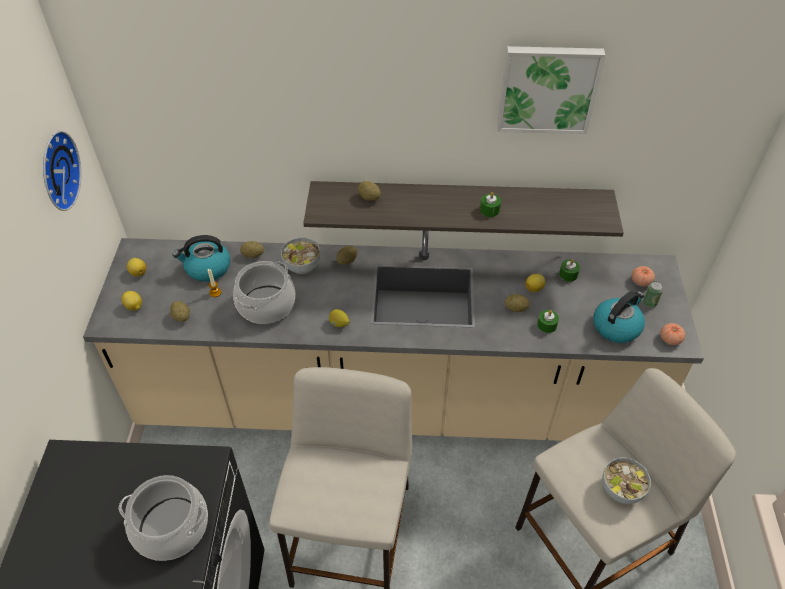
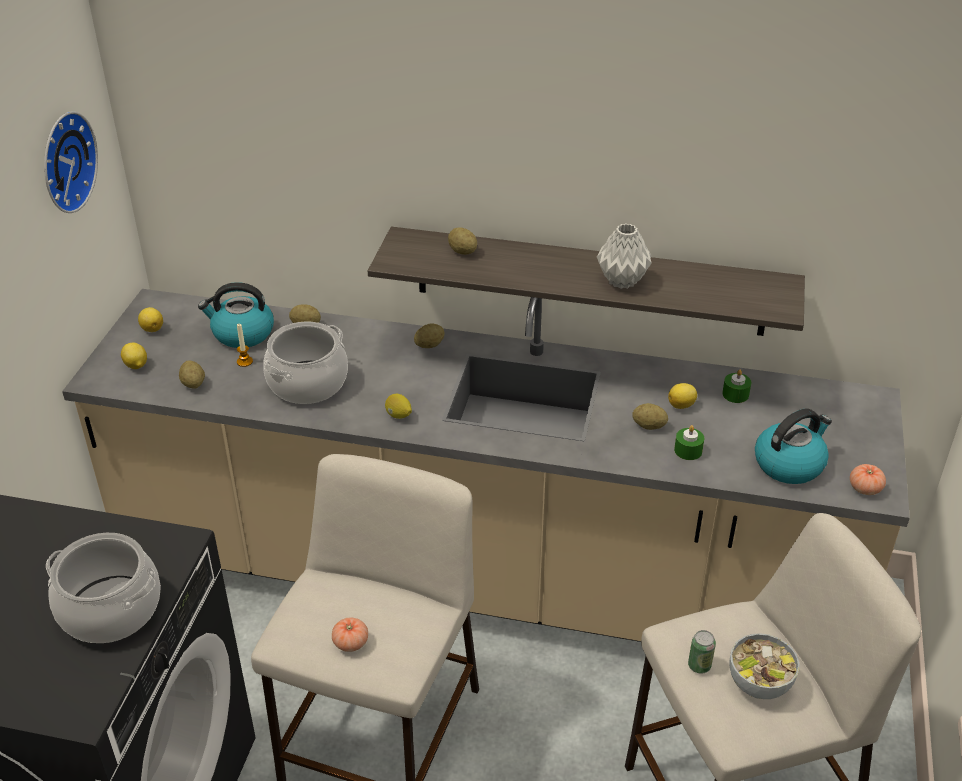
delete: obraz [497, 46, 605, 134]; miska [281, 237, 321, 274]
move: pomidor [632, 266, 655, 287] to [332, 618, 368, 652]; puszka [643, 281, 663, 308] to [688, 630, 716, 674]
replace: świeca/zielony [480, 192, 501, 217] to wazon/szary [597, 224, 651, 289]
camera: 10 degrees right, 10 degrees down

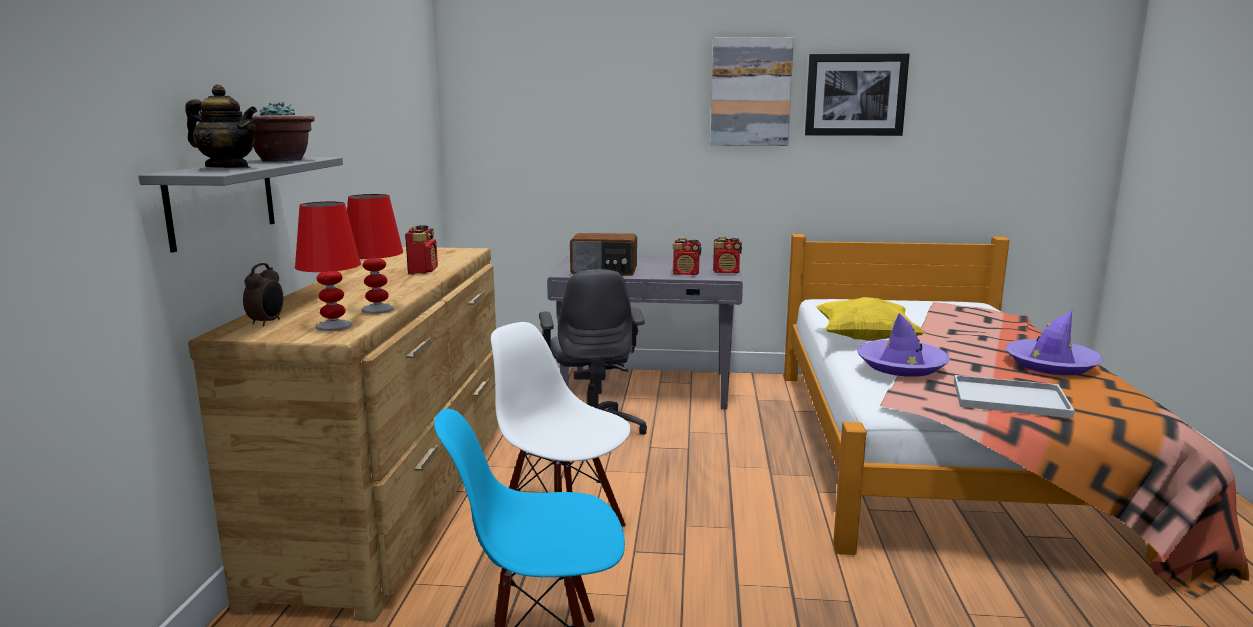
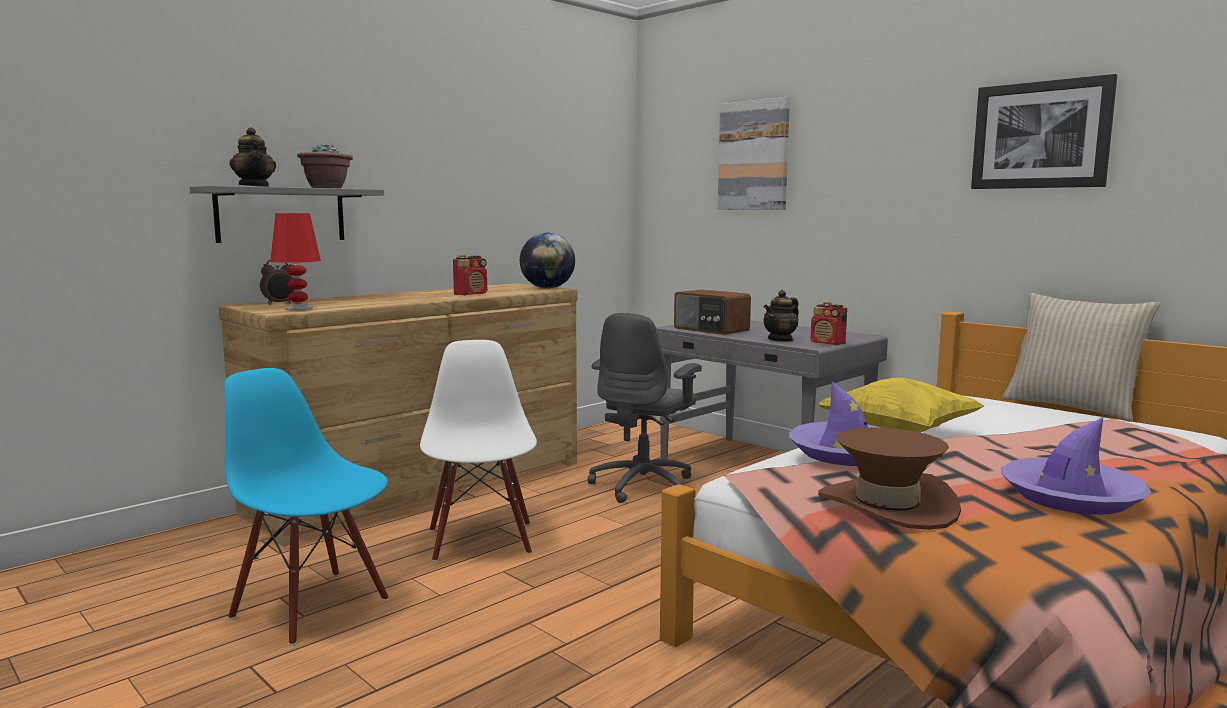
delete: lampa stołowa/czerwony [347, 194, 403, 314]
insert: globus [520, 232, 575, 289]; poduszka/beżowy [1002, 293, 1160, 422]
move: obraz [711, 37, 794, 146] to [718, 97, 790, 210]
replace: radio [673, 238, 701, 275] to imbryk [763, 290, 799, 342]; taca/biały [954, 375, 1075, 418] to kapelusz/brązowy [818, 427, 961, 530]
camera: 40 degrees right, 5 degrees down

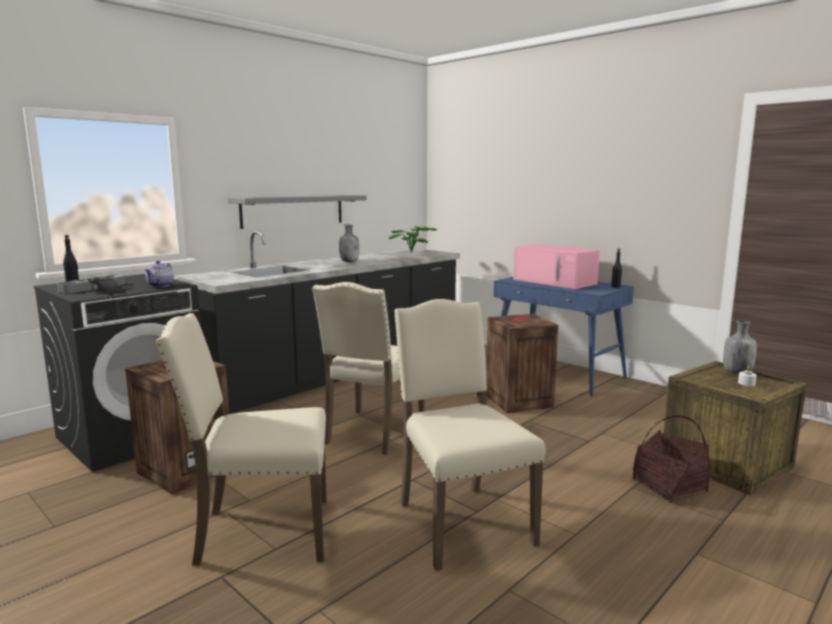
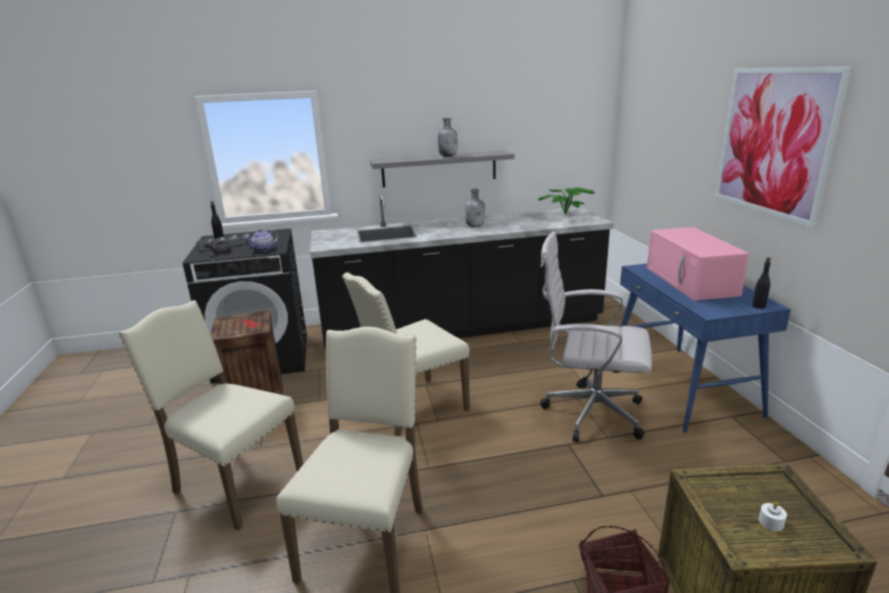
insert: obraz [715, 66, 852, 228]
move: butelka/szary [723, 320, 757, 374] to [438, 118, 458, 156]
replace: skrzynka [486, 314, 558, 413] to krzesło biurowe/biały [540, 231, 652, 442]
camera: 35 degrees right, 10 degrees up

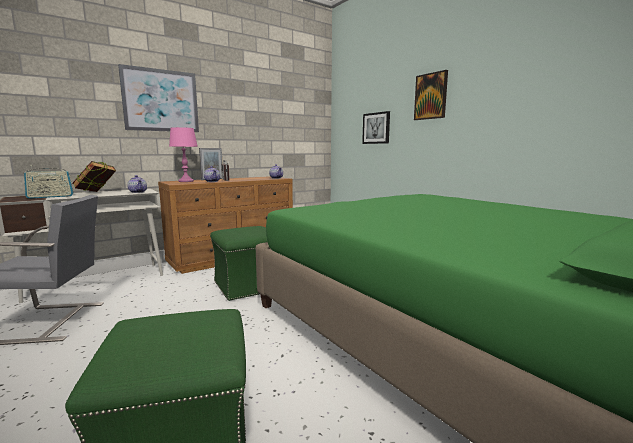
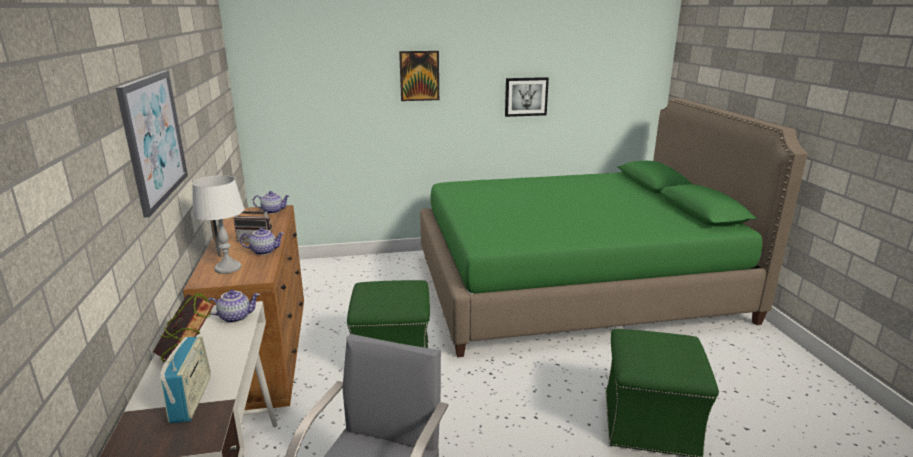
move: obraz [362, 111, 390, 144] to [505, 77, 549, 117]
recolor: lampa stołowa/różowy [169, 127, 198, 182] to lampa stołowa/biały [192, 175, 244, 274]
camera: 65 degrees left, 10 degrees up

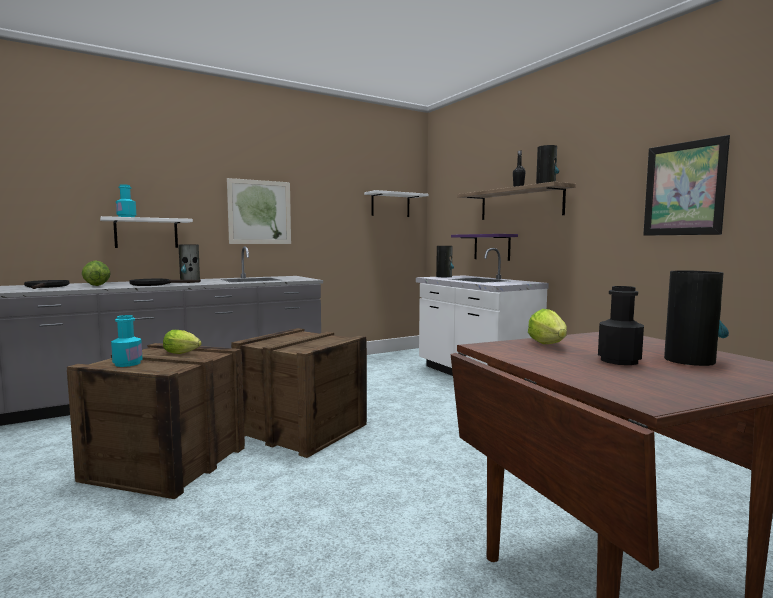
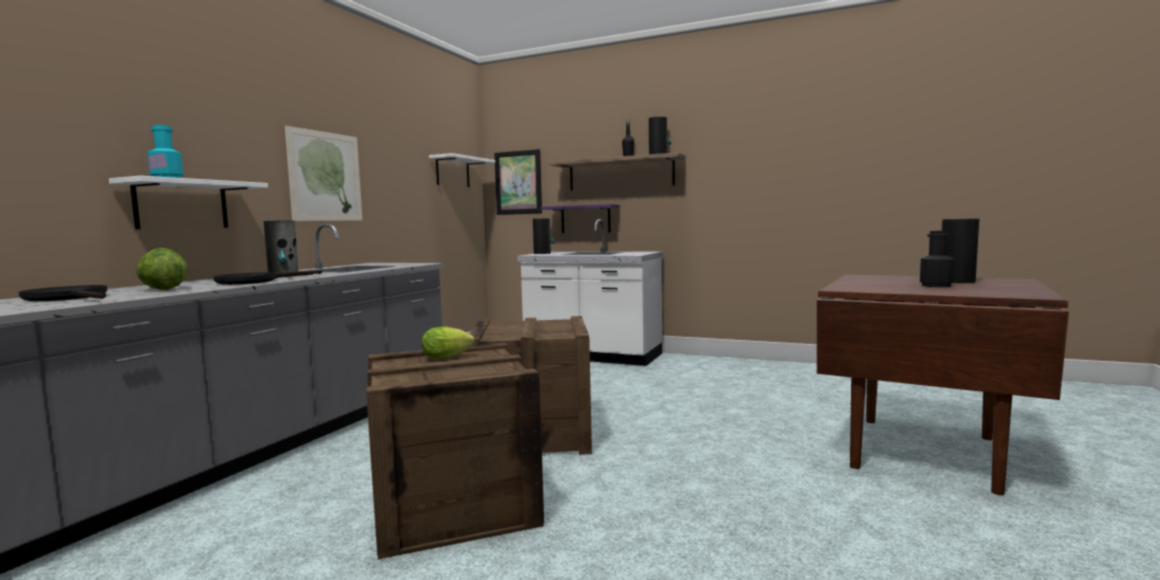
delete: sałata [528, 309, 567, 344]; butelka/turkusowy [111, 315, 143, 367]
move: obraz [643, 135, 730, 236] to [494, 149, 542, 215]
camera: 35 degrees left, 0 degrees up

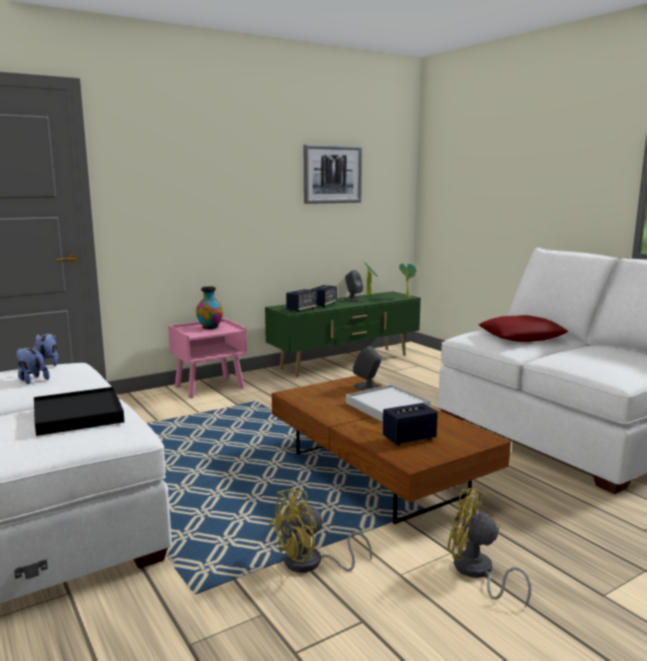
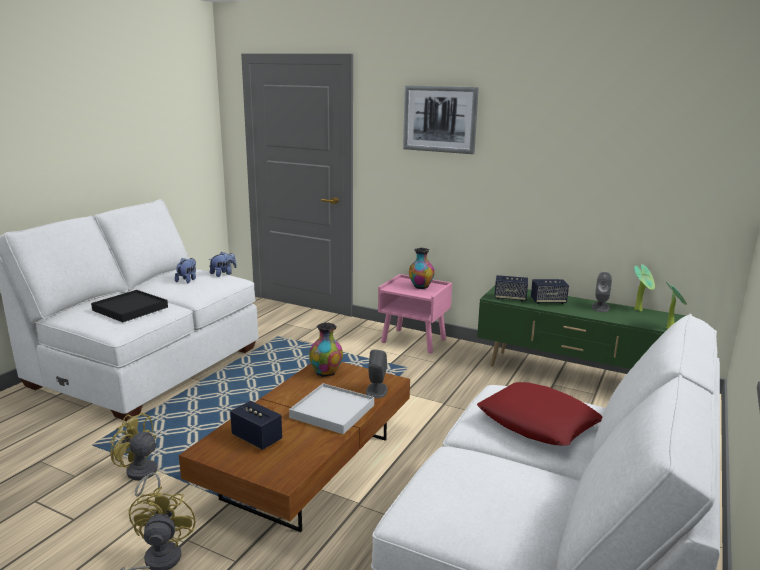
insert: wazon [309, 322, 343, 378]
move: obraz [304, 144, 362, 204] to [403, 85, 479, 154]
camera: 60 degrees right, 5 degrees up

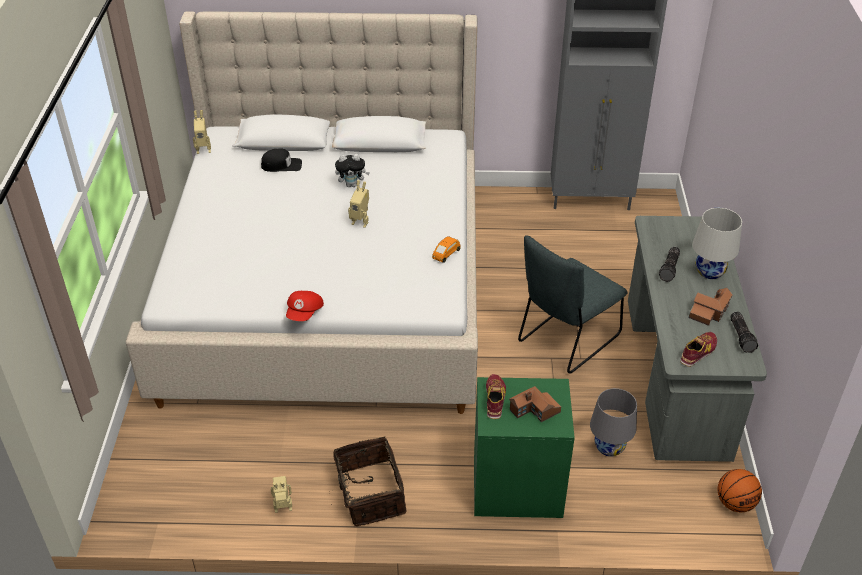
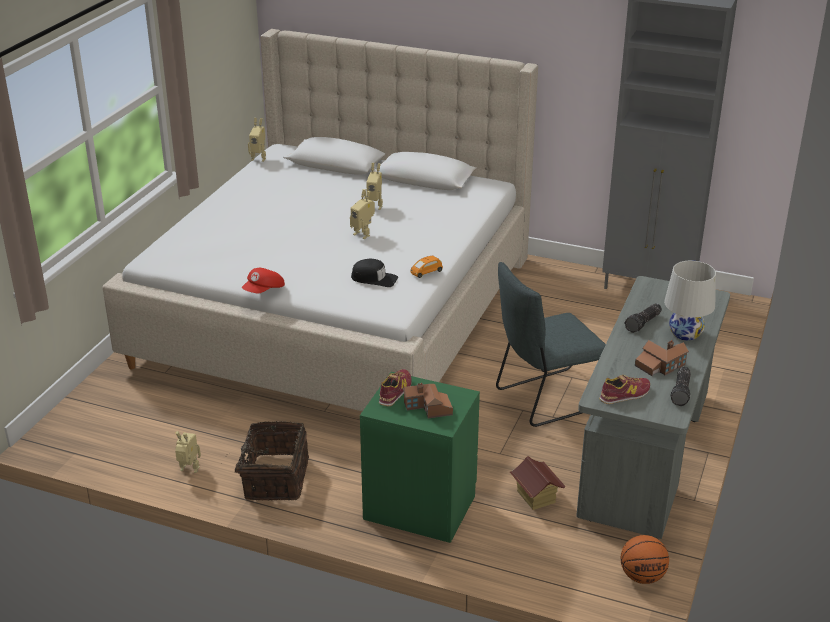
move: czapka z daszkiem/czarny [261, 148, 302, 172] to [351, 259, 398, 287]
replace: pluszak [335, 154, 370, 187] to robot zabawkowy [364, 163, 383, 210]; lampa stołowa/szary [590, 388, 637, 457] to domek [510, 456, 566, 510]
camera: 20 degrees right, 10 degrees down

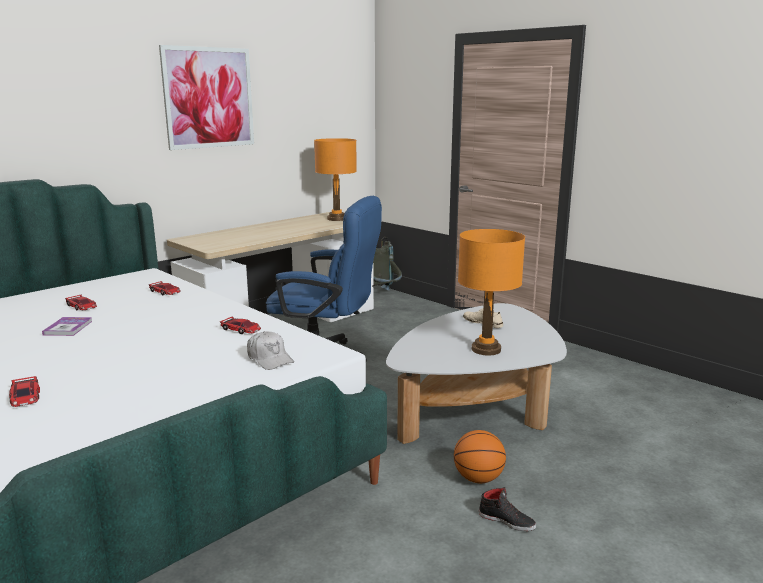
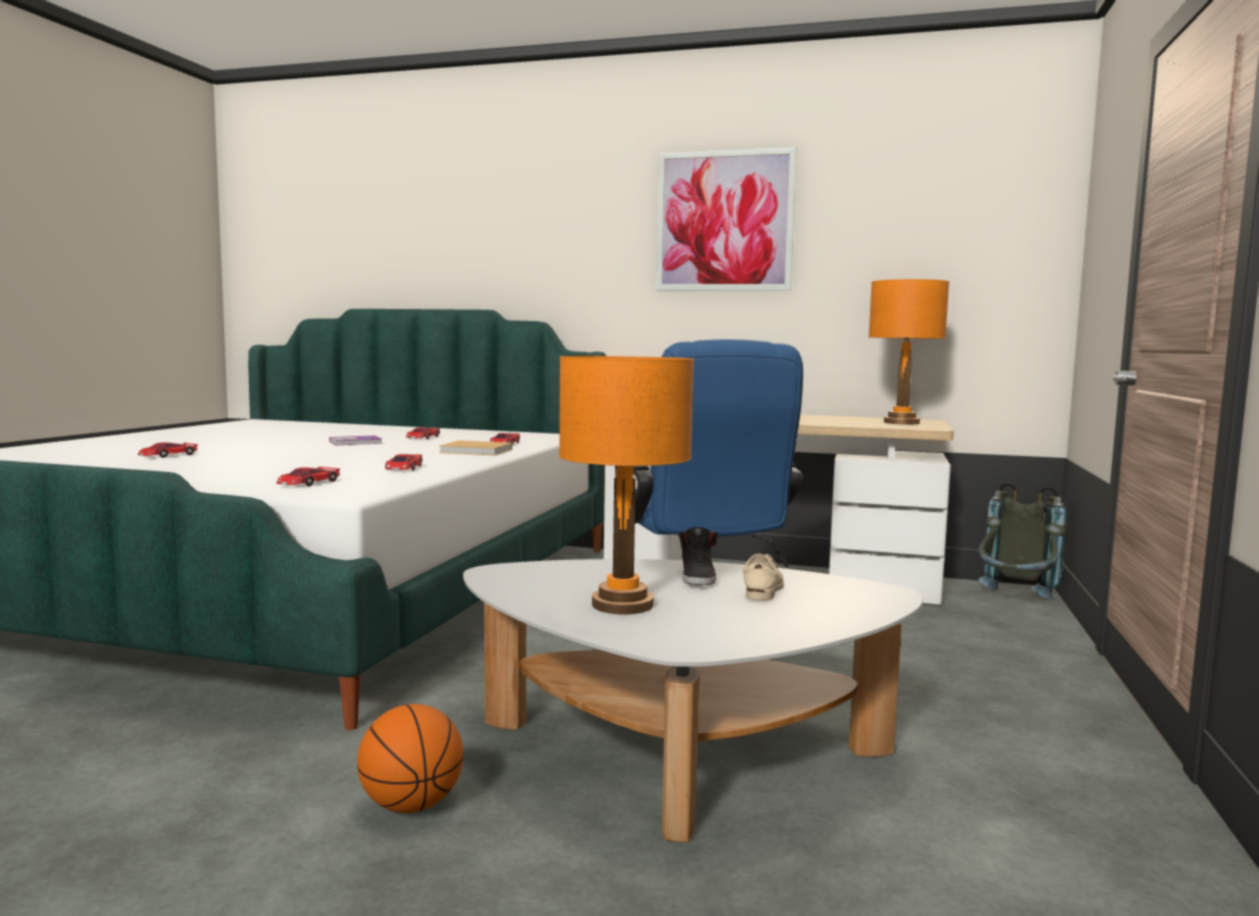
insert: książka/beżowy [439, 440, 512, 456]
move: but/czarny [479, 487, 536, 531] to [678, 527, 717, 585]
replace: czapka z daszkiem/biały [247, 331, 294, 370] to samochodzik [277, 467, 340, 486]
camera: 60 degrees right, 10 degrees down

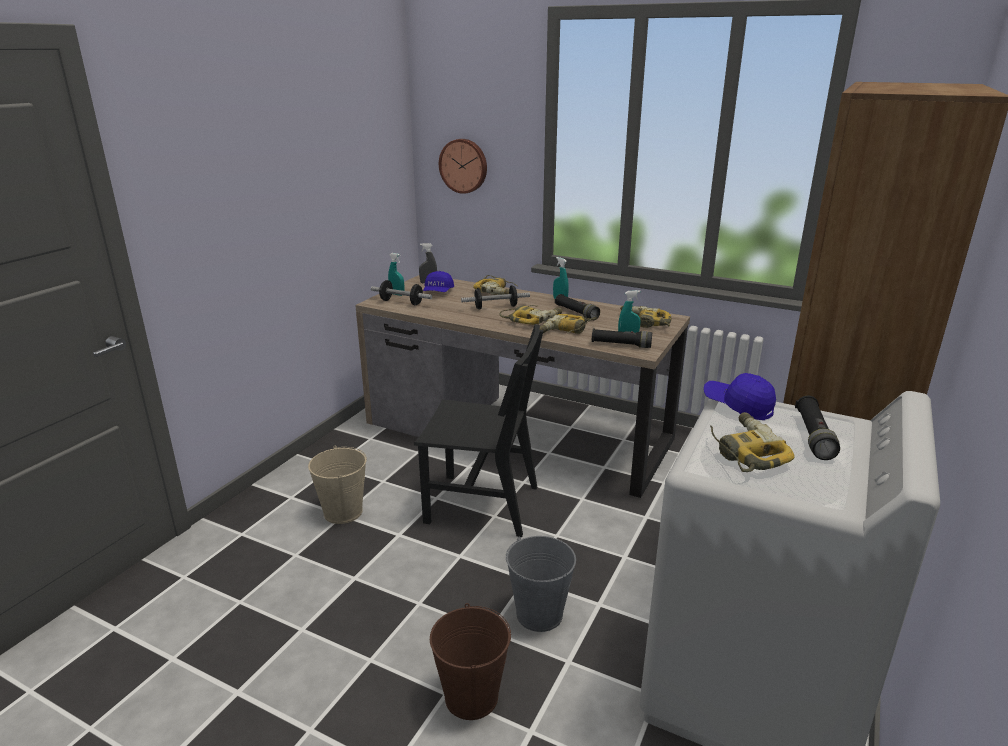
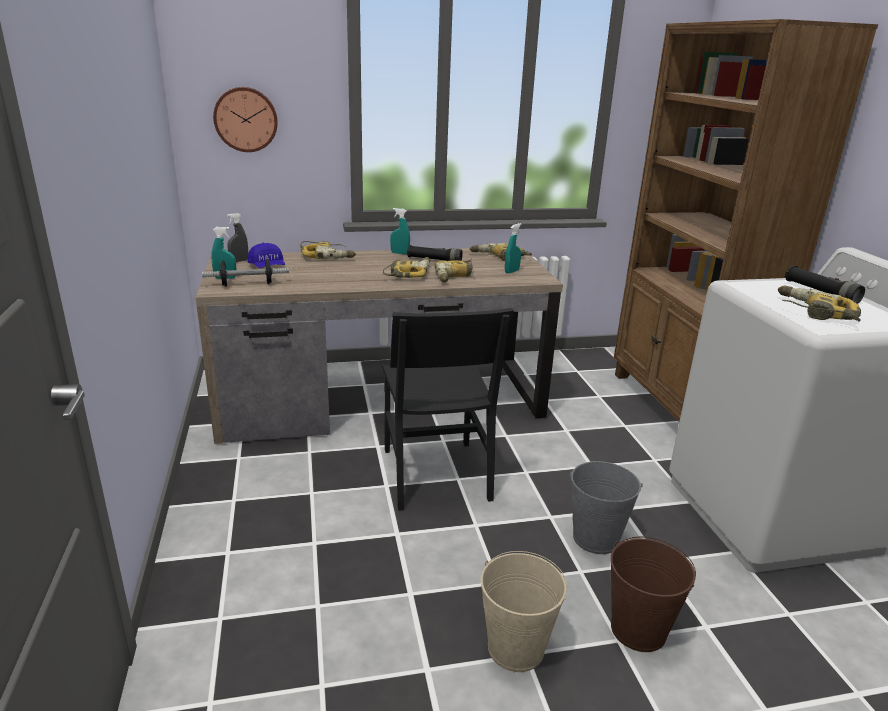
delete: hantel [461, 285, 530, 310]; latarka/czarny [592, 328, 652, 348]; czapka z daszkiem/niebieski [704, 373, 776, 420]
move: wiadro/beżowy [308, 446, 367, 524] to [481, 551, 567, 672]
rotate: krzesło/czarny [414, 324, 543, 537] = [382, 308, 514, 511] 105 degrees clockwise
camera: 40 degrees left, 0 degrees up

